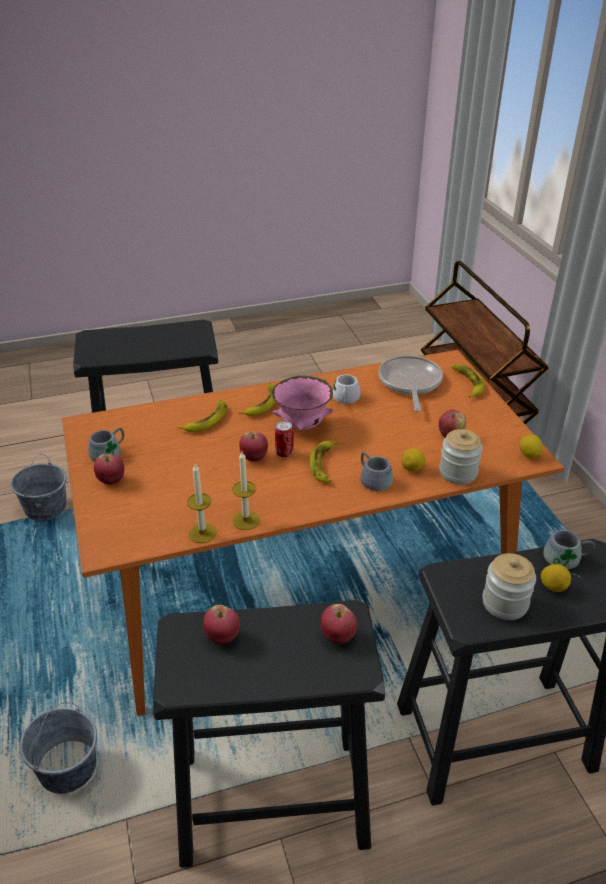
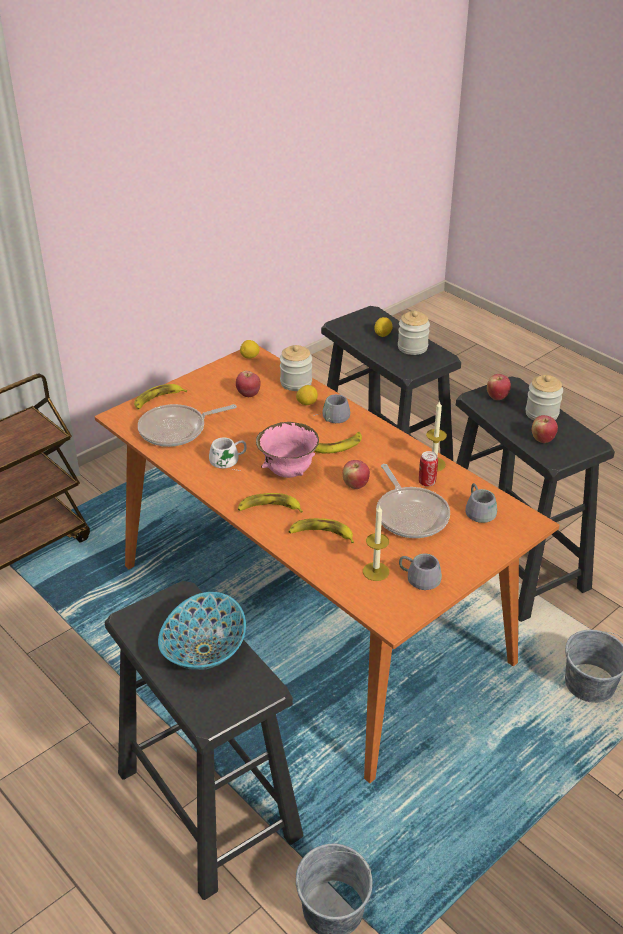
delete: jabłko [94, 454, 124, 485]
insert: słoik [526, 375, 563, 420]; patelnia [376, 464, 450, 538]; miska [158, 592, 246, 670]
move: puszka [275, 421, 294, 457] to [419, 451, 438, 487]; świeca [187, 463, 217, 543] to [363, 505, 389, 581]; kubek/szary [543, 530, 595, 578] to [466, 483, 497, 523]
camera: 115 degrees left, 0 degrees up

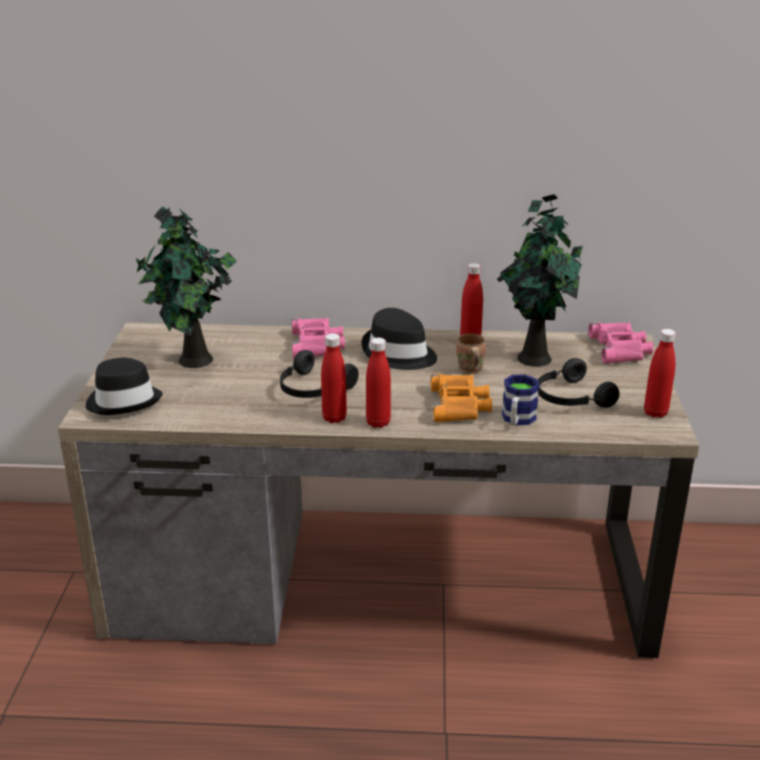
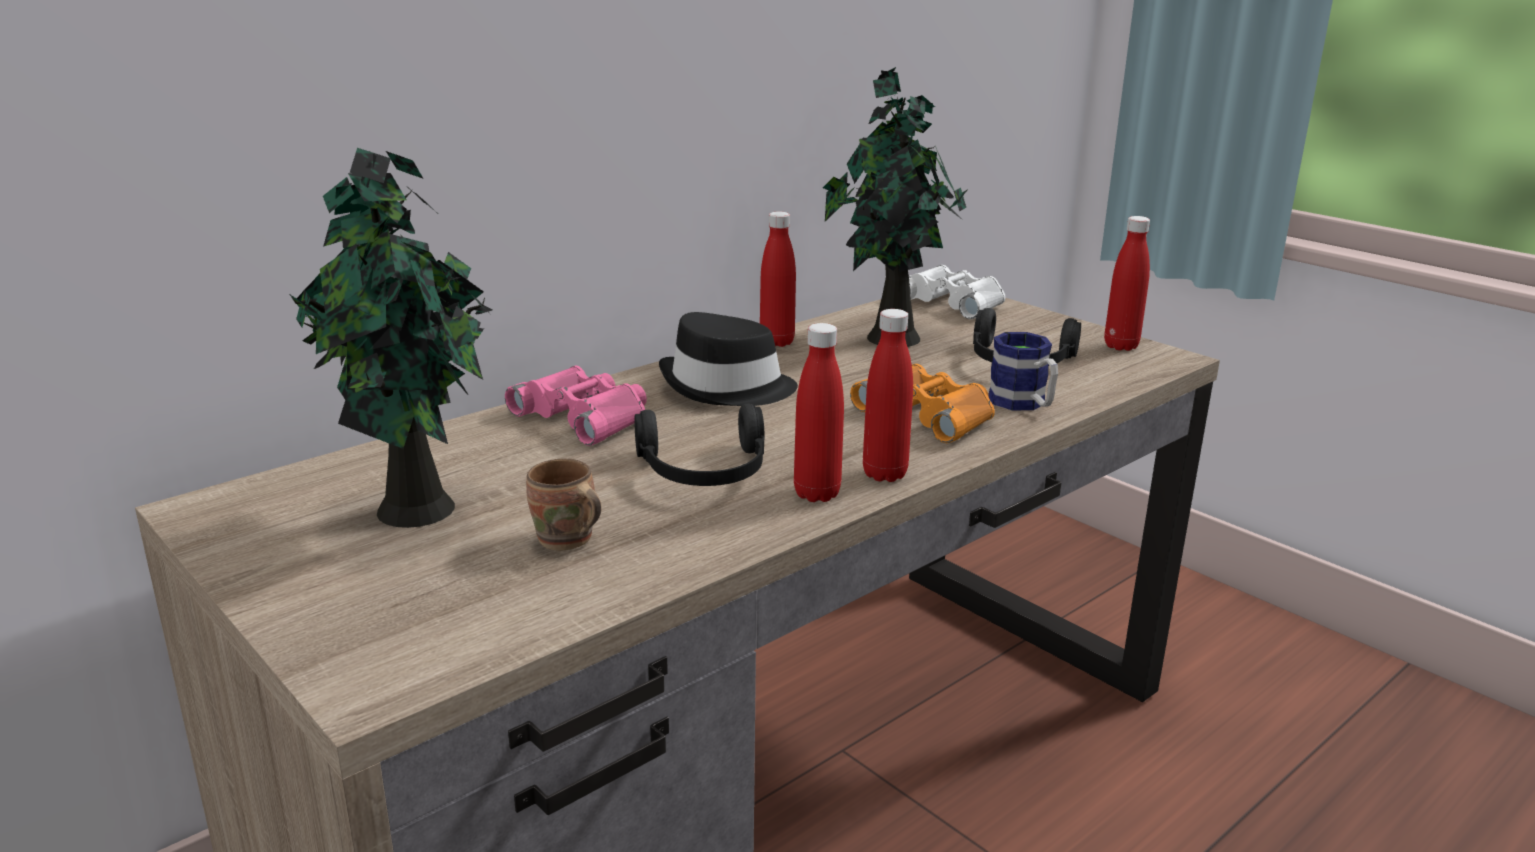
delete: kapelusz/czarny [86, 358, 163, 415]
move: kubek/brązowy [456, 334, 486, 374] to [526, 458, 602, 551]
recolor: lornetka/różowy [588, 322, 653, 364] to lornetka/biały [909, 265, 1006, 319]
camera: 45 degrees left, 5 degrees down

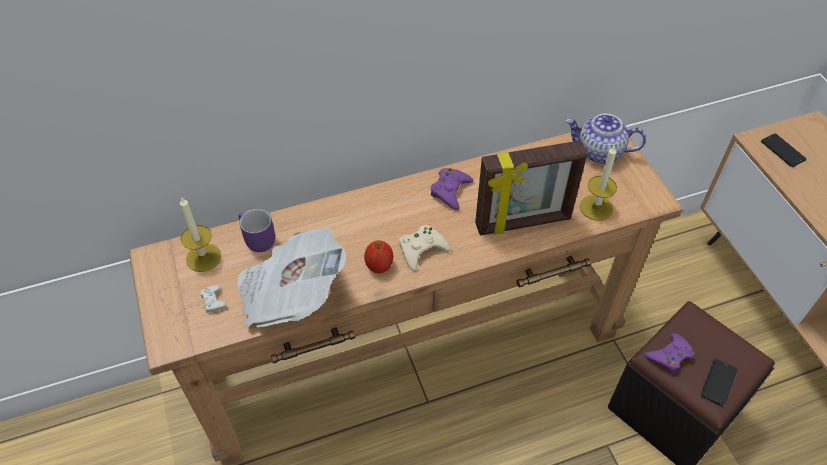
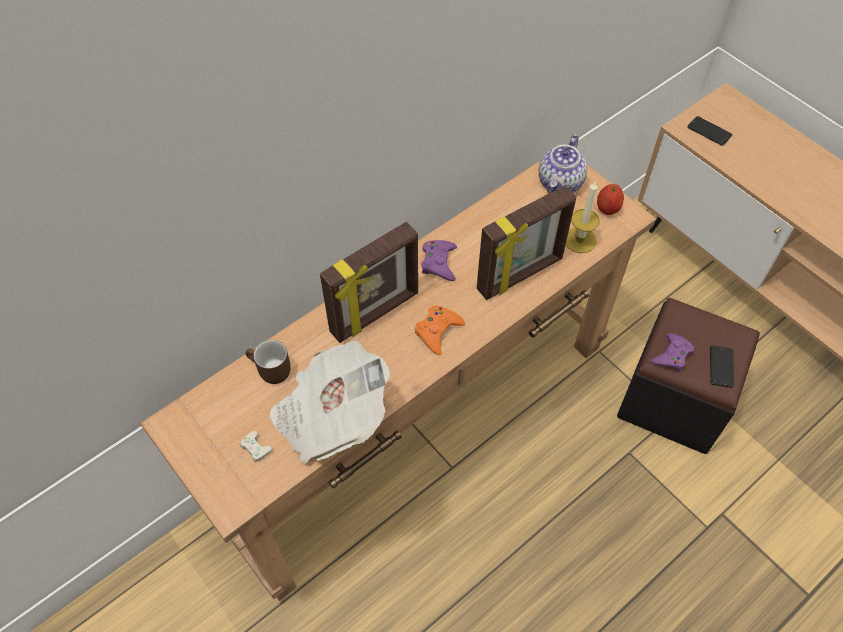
delete: świeca [180, 196, 221, 272]
insert: ramka na zdjęcie [320, 222, 418, 343]
move: jabłko [364, 240, 393, 273] to [597, 184, 624, 215]
recolor: kubek/fioletowy [238, 209, 275, 252] to kubek/brązowy [246, 340, 291, 384]; pad do gier/beżowy [399, 225, 451, 271] to pad do gier/pomarańczowy [415, 306, 465, 355]
rotate: imbryk [566, 114, 646, 163] = [539, 134, 588, 193] 60 degrees counterclockwise
camera: 20 degrees left, 5 degrees up

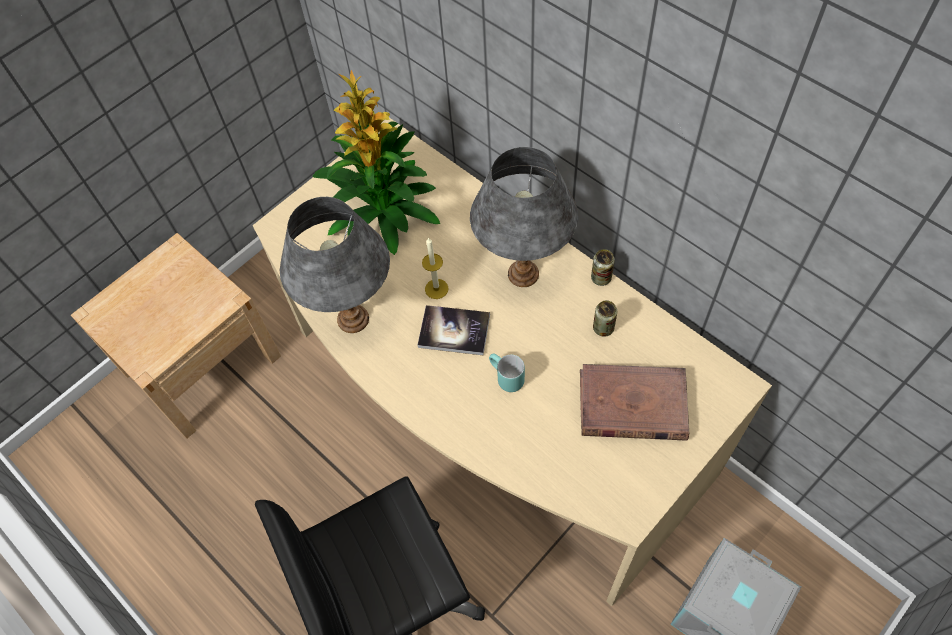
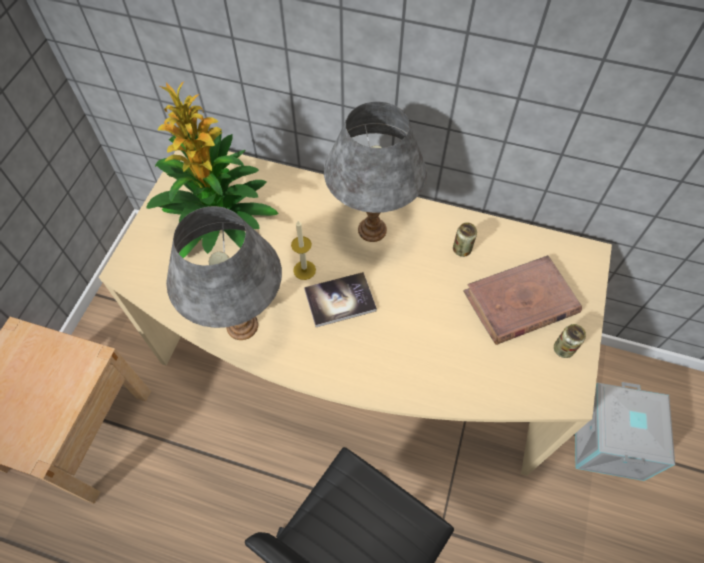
delete: kubek/turkusowy [489, 353, 525, 392]
move: puszka [591, 249, 615, 286] to [554, 324, 586, 358]
camera: 30 degrees left, 0 degrees up

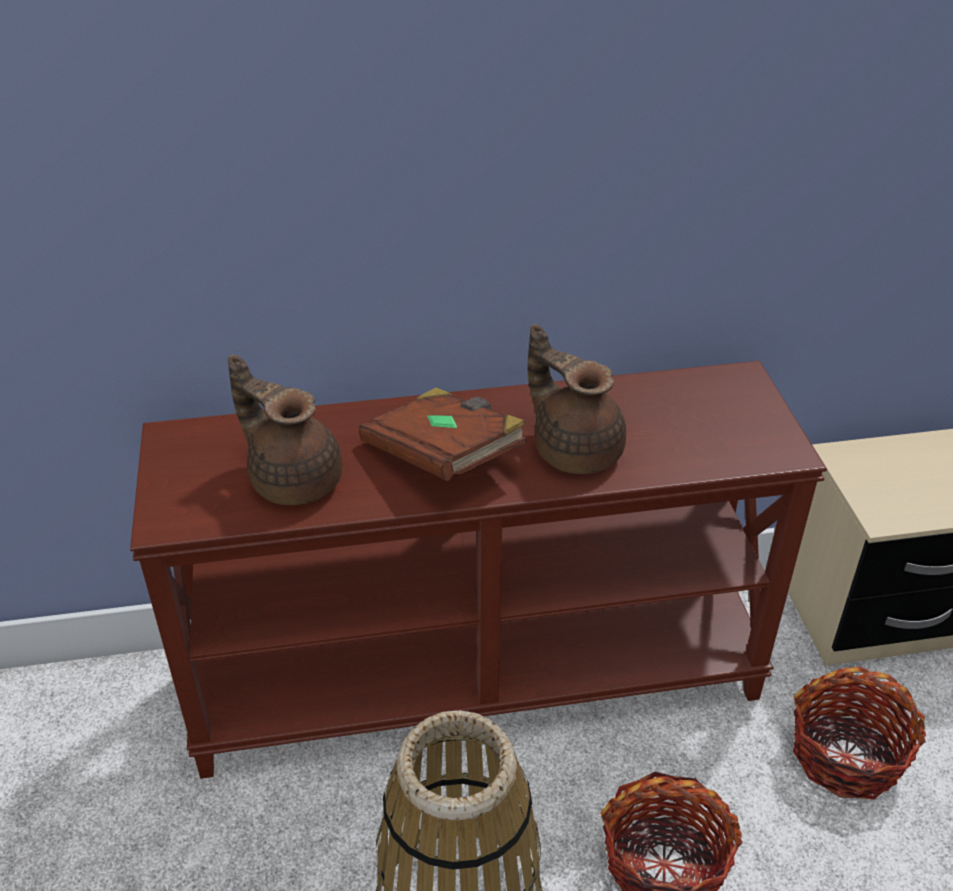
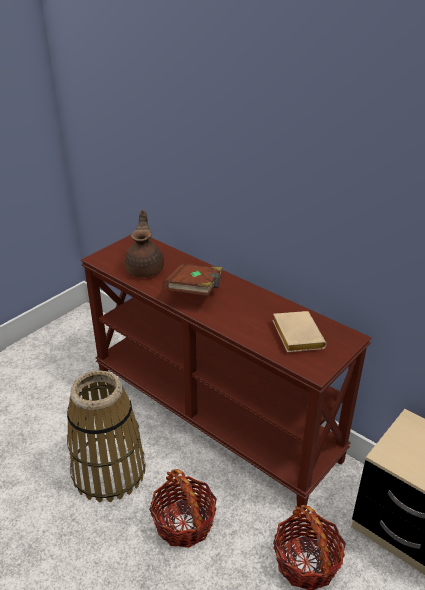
delete: imbryk/brązowy [528, 324, 626, 474]
insert: książka/beżowy [272, 311, 327, 352]
camera: 50 degrees right, 5 degrees down

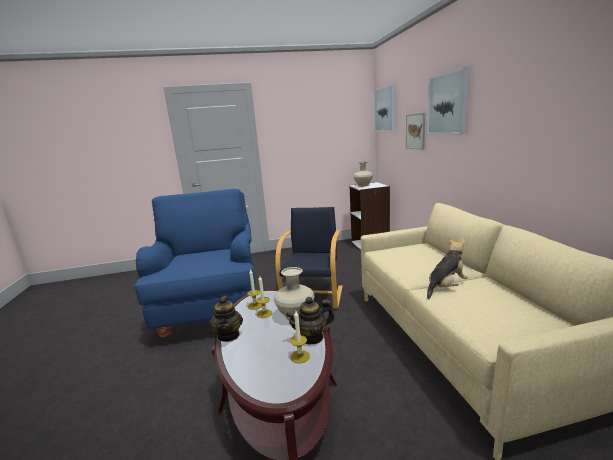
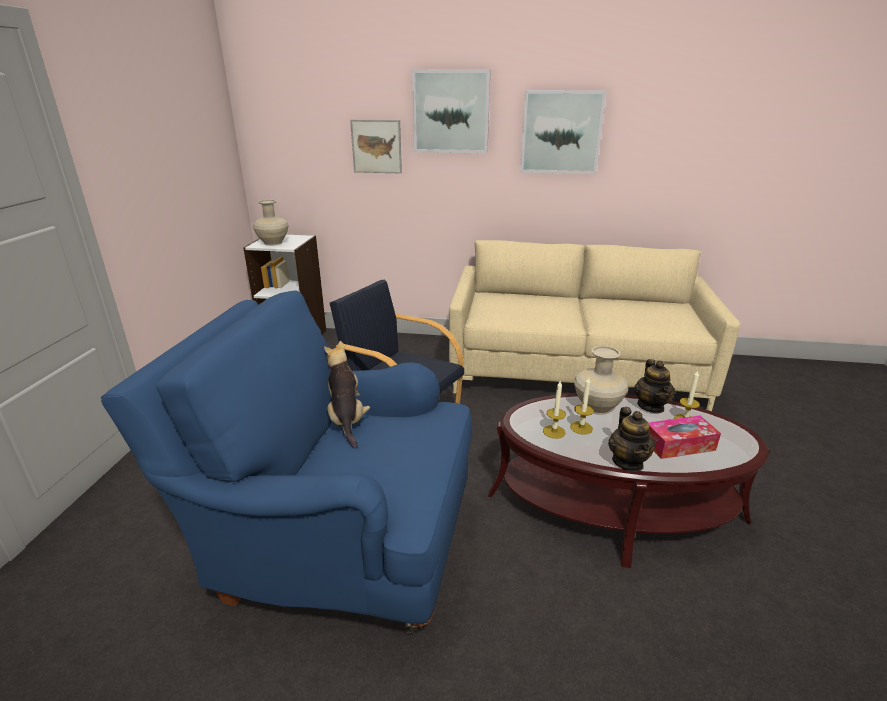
insert: pudełko chusteczek [648, 415, 721, 459]
move: obraz [374, 84, 396, 132] to [520, 90, 607, 174]; pluszak [427, 237, 468, 299] to [324, 341, 370, 448]
rotate: imbryk [209, 296, 243, 342] = [608, 407, 655, 472] 75 degrees clockwise
camera: 70 degrees left, 10 degrees up

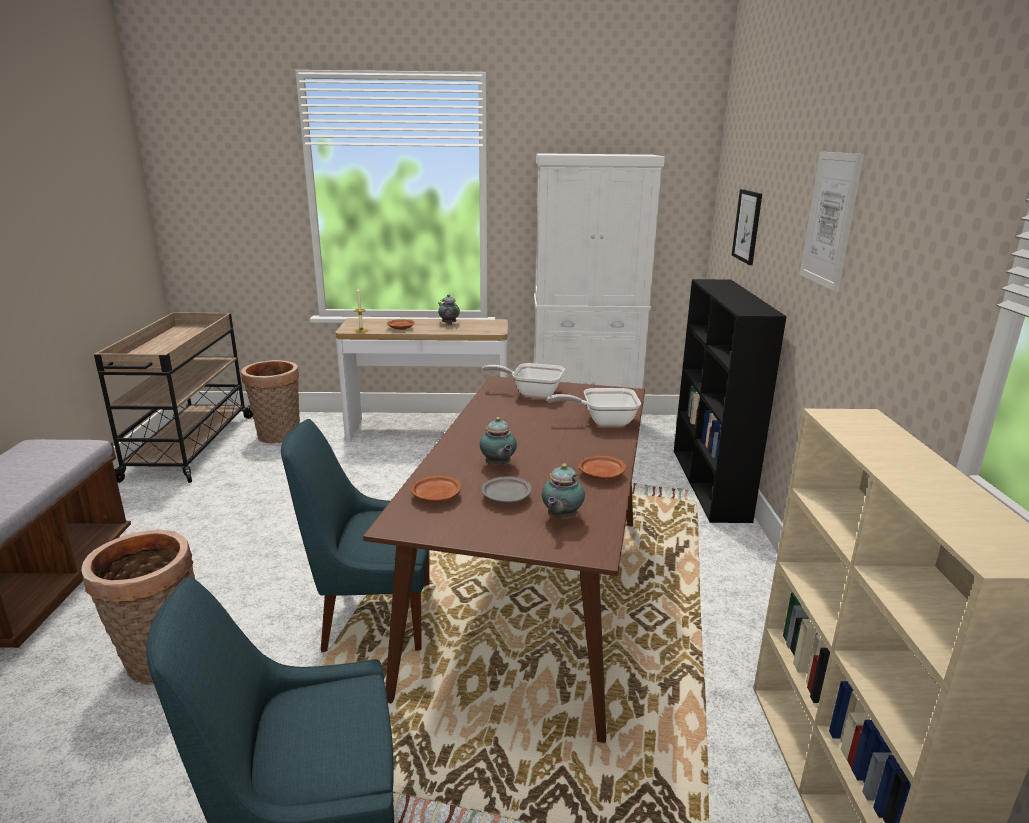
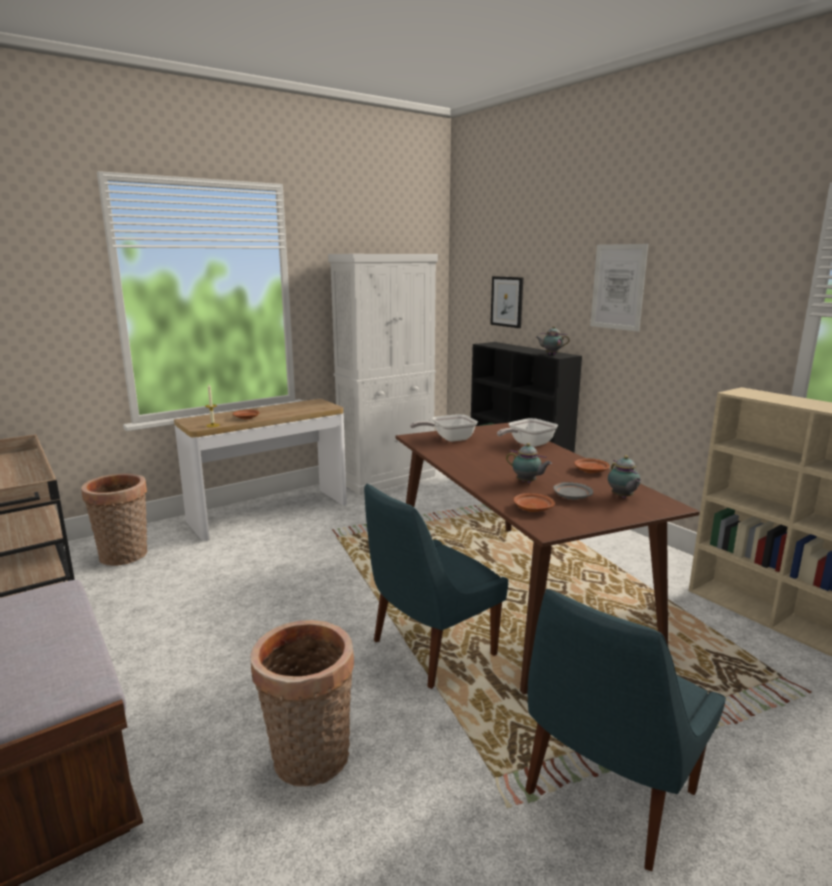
move: imbryk [438, 294, 460, 325] to [536, 326, 570, 355]
camera: 35 degrees left, 5 degrees down

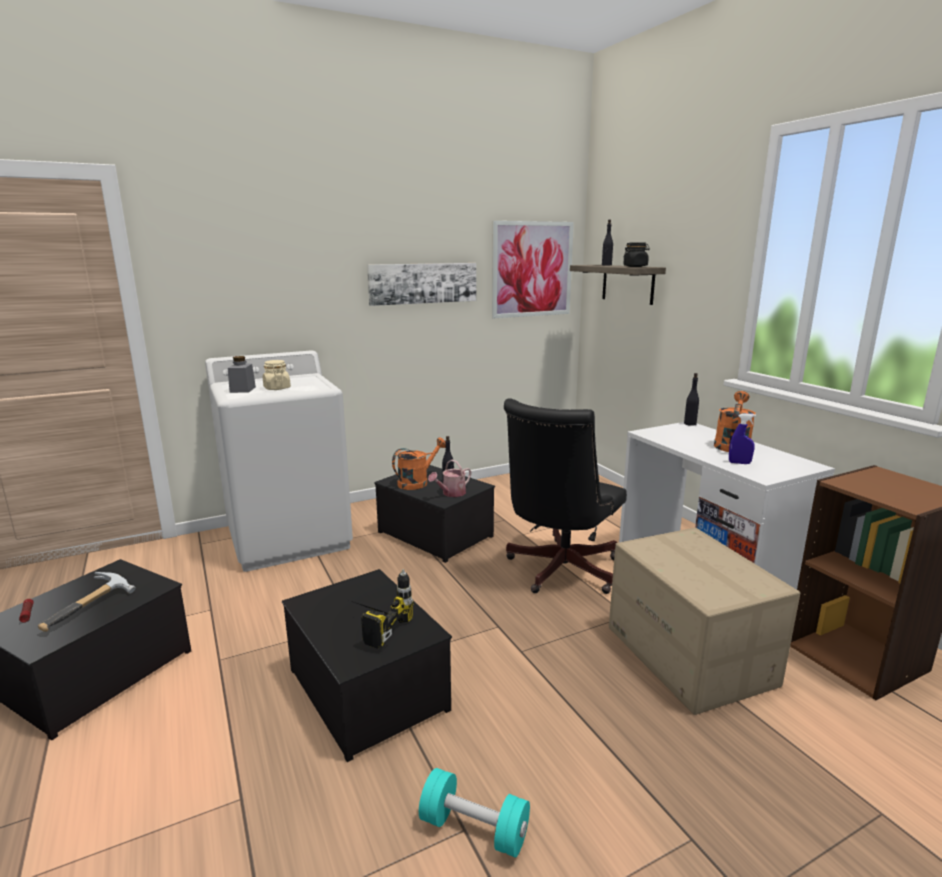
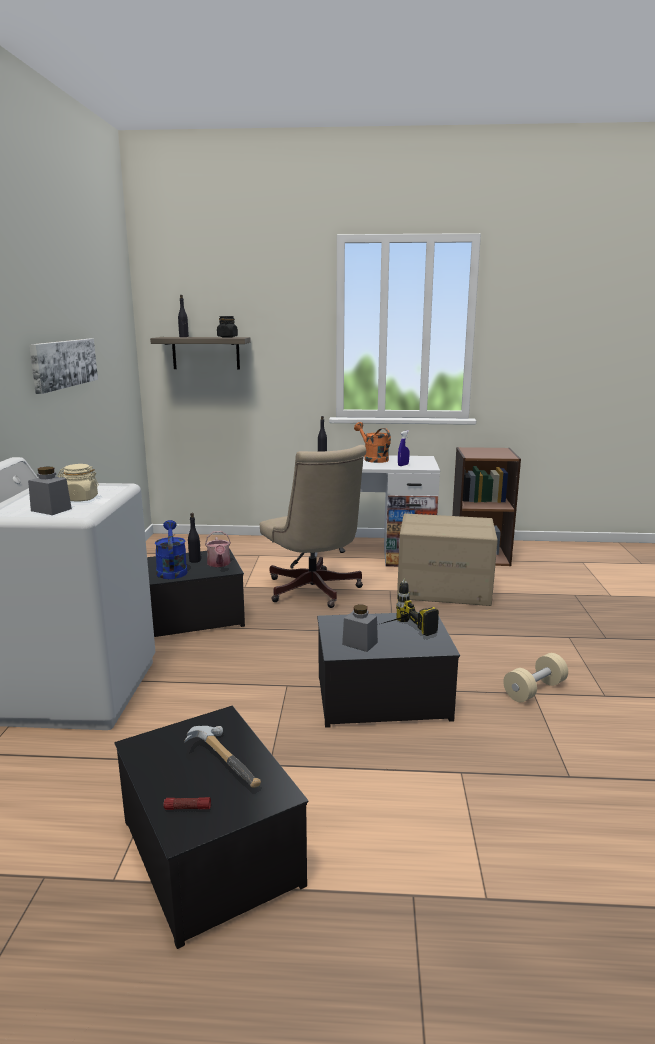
delete: obraz [492, 221, 574, 318]
insert: słoik/szary [342, 604, 378, 652]
recolor: krzesło biurowe/czarny [504, 398, 627, 594] to krzesło biurowe/beżowy [260, 445, 366, 608]; konewka/pomarańczowy [392, 437, 446, 490] to konewka/niebieski [155, 520, 187, 579]; hantel/turkusowy [419, 768, 530, 858] to hantel/beżowy [503, 653, 568, 702]
camera: 60 degrees left, 0 degrees up

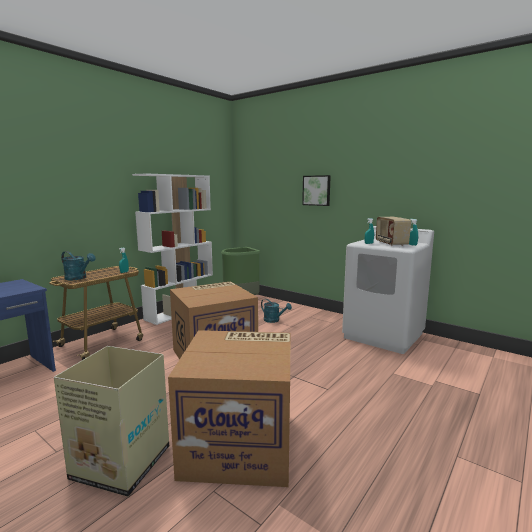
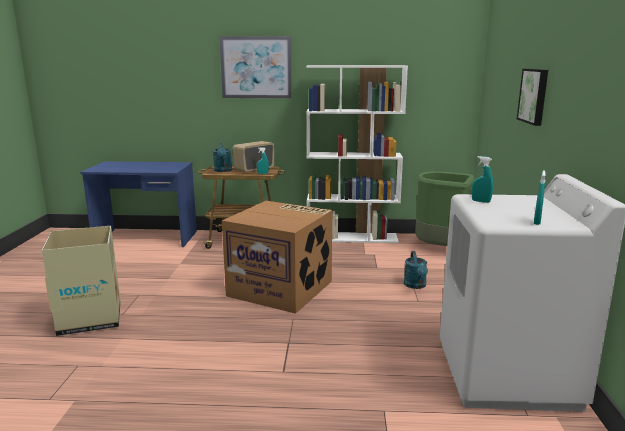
delete: karton [168, 330, 290, 487]
insert: obraz [219, 36, 292, 98]
move: radio [376, 217, 411, 246] to [233, 141, 275, 173]
camera: 55 degrees right, 5 degrees up

